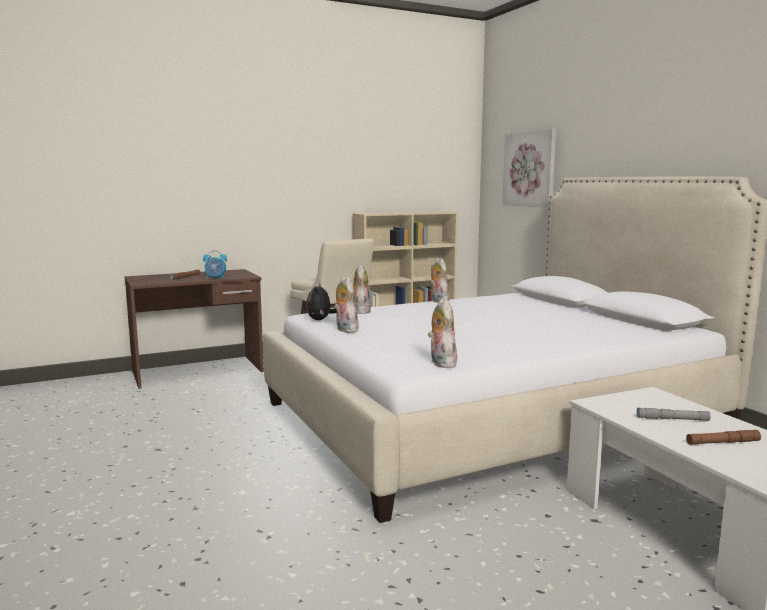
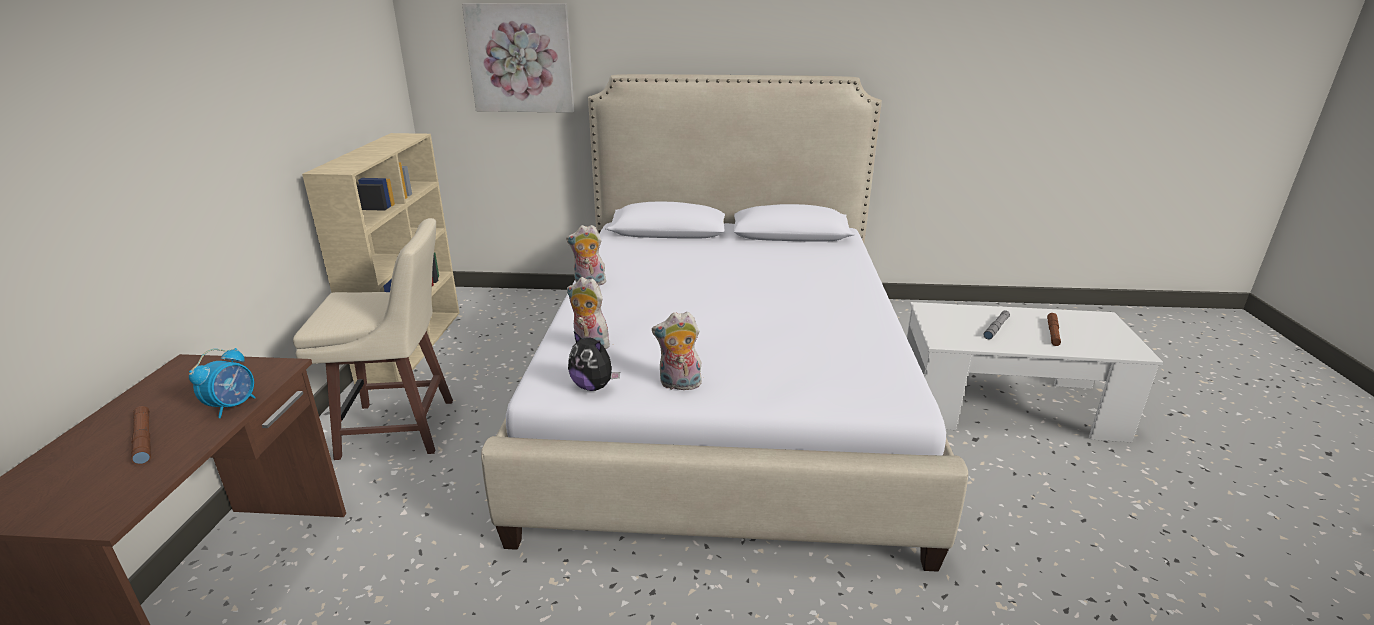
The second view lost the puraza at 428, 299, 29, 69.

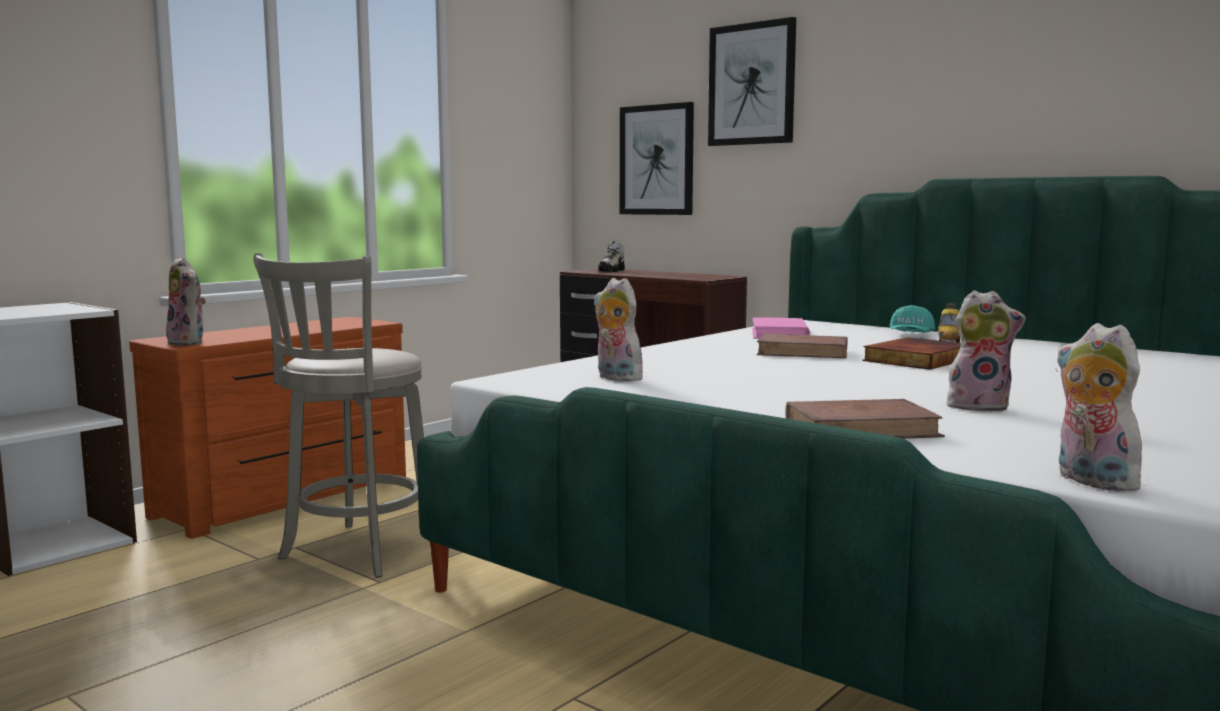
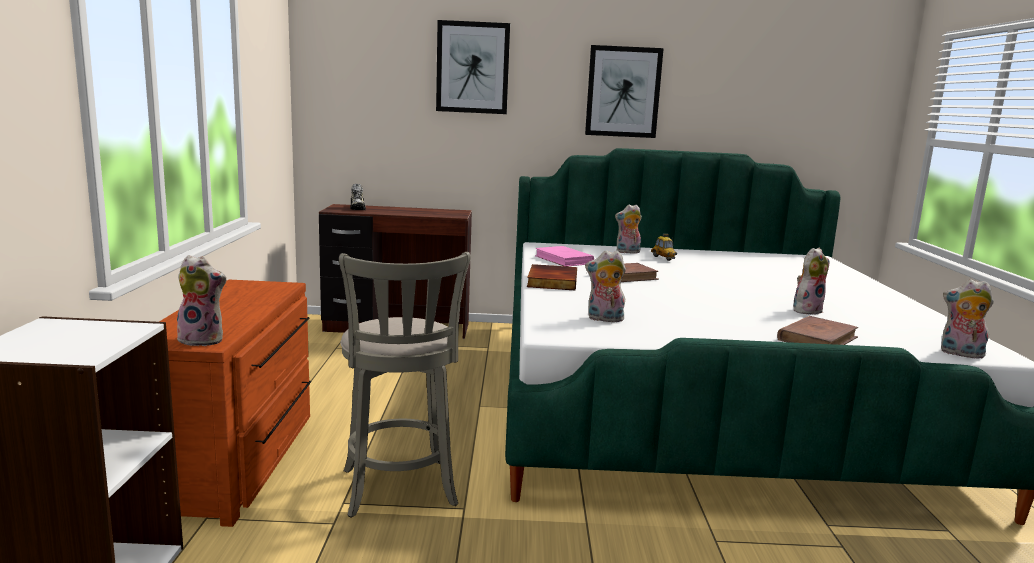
The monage ended up elsewhere, having gone from 620, 102, 74, 113 to 585, 45, 79, 93.
The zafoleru ended up elsewhere, having gone from 863, 337, 98, 33 to 527, 264, 50, 26.
Where the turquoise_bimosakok stood at 890, 305, 45, 28, the puraza came to stand at 615, 205, 27, 49.

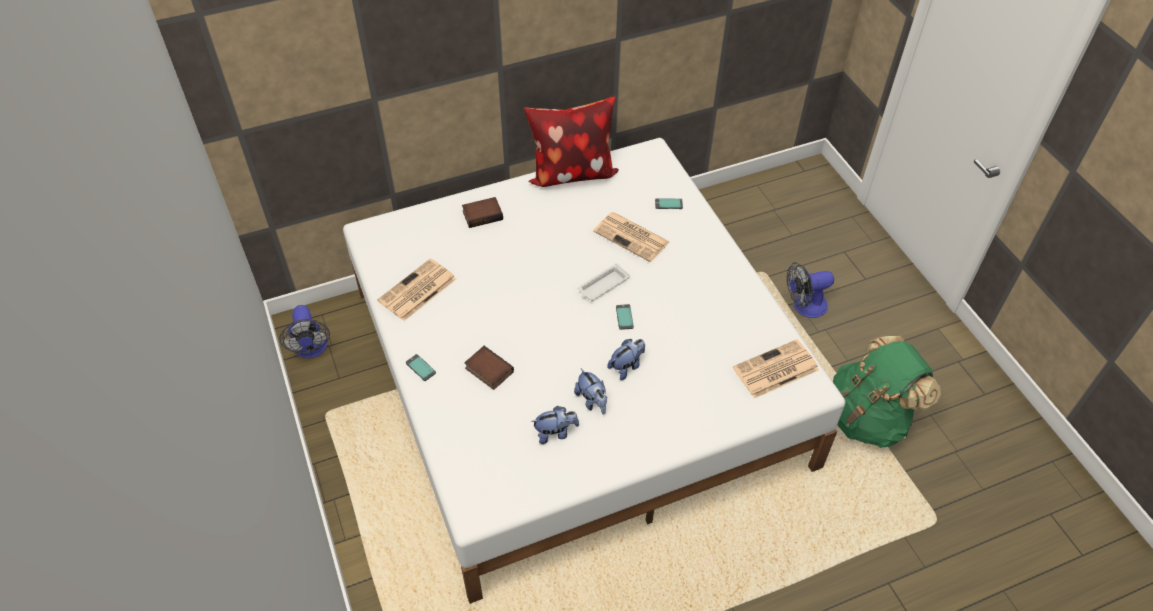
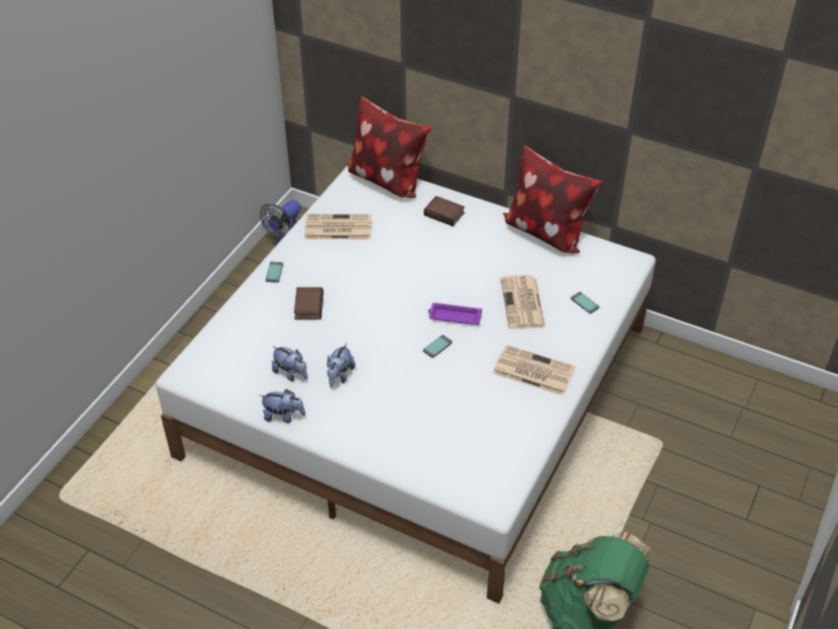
What was the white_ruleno at 578, 263, 52, 38 turned into the purple_ruleno at 428, 303, 54, 22.
The puraza ended up elsewhere, having gone from 607, 339, 38, 41 to 259, 389, 47, 34.
The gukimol ended up elsewhere, having gone from 733, 339, 86, 59 to 493, 345, 82, 51.
The second view lost the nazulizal at 787, 262, 47, 56.
The second view gained the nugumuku at 347, 96, 85, 102.

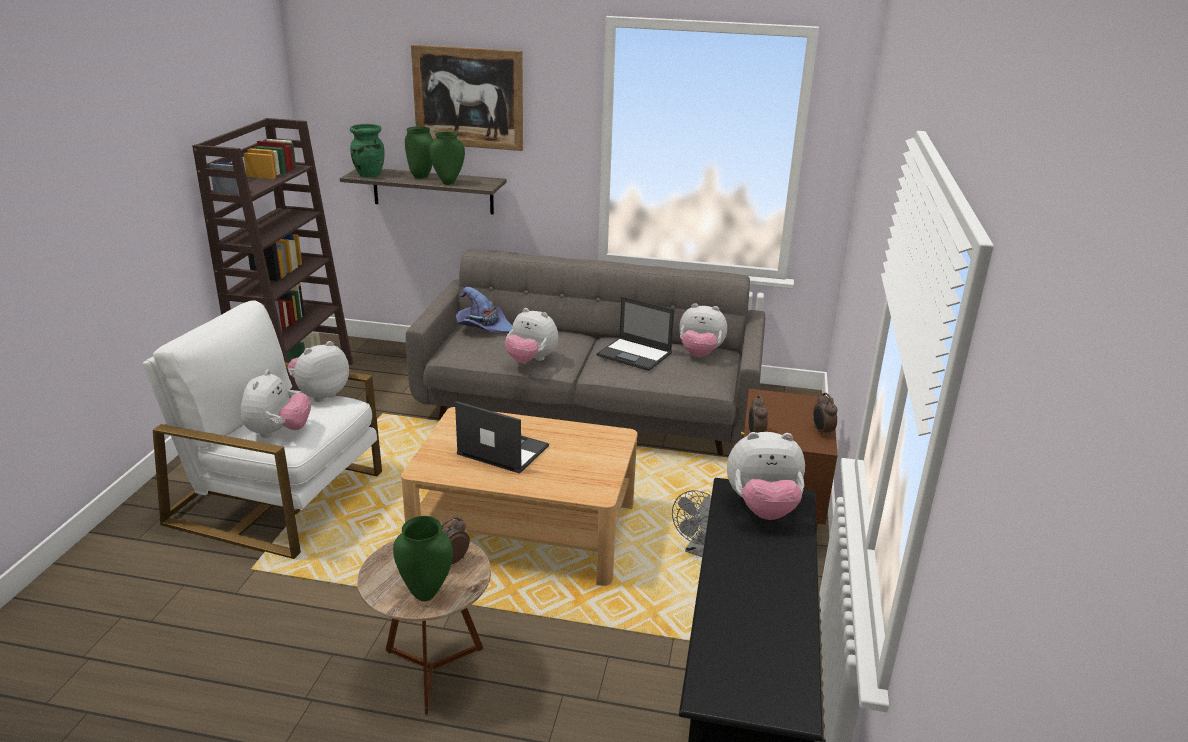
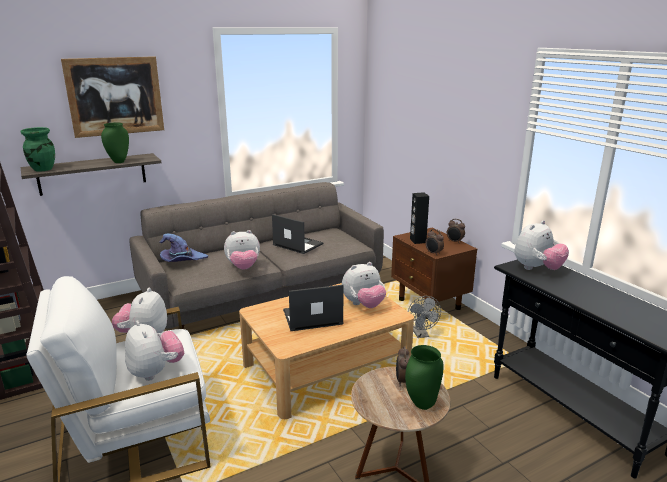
The second view lost the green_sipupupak at 405, 126, 28, 52.
The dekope at 597, 296, 77, 75 ended up facing another way, 135 degrees counterclockwise from before.
The puraza ended up elsewhere, having gone from 679, 303, 48, 54 to 342, 262, 44, 46.
The second view gained the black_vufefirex at 410, 192, 19, 52.

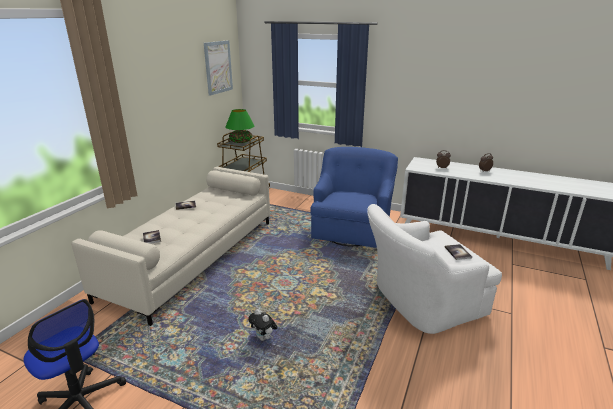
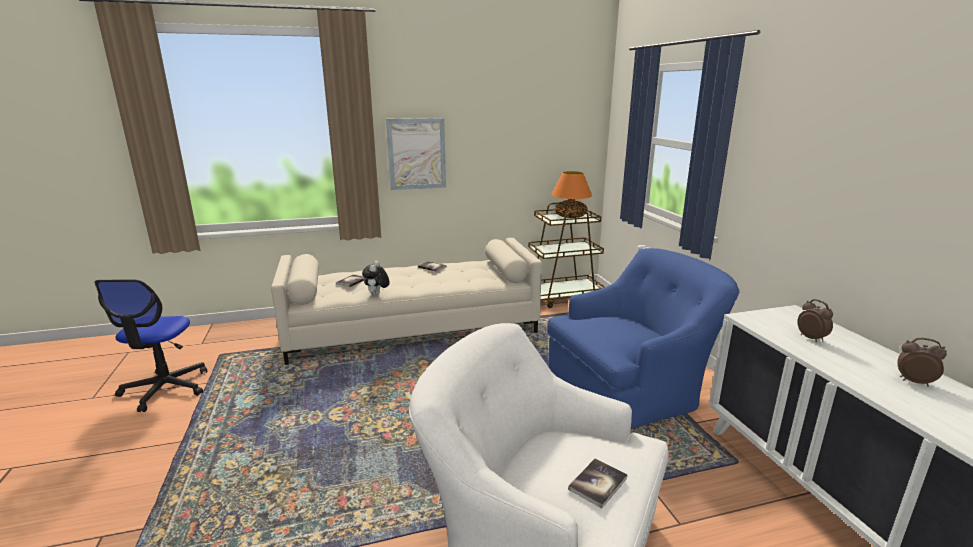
The monage ended up elsewhere, having gone from 204, 40, 29, 56 to 386, 118, 60, 72.
What was the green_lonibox at 225, 109, 30, 34 turned into the orange_lonibox at 551, 171, 41, 47.
The puraza ended up elsewhere, having gone from 248, 309, 30, 32 to 362, 260, 28, 36.

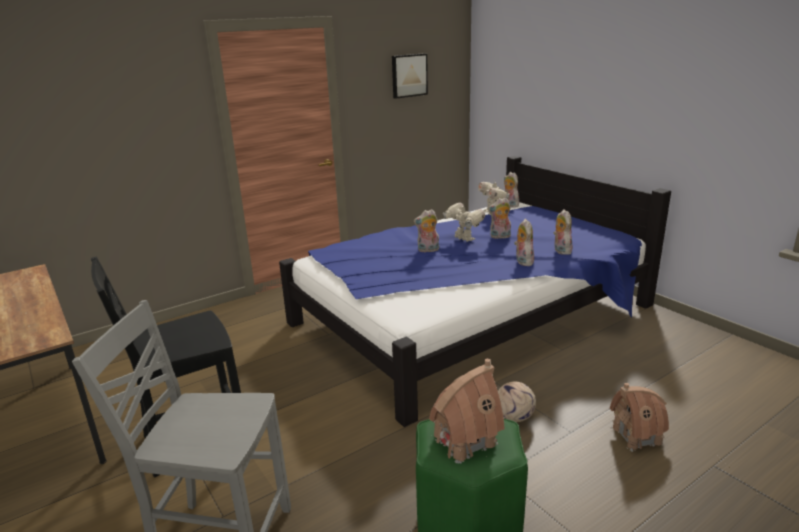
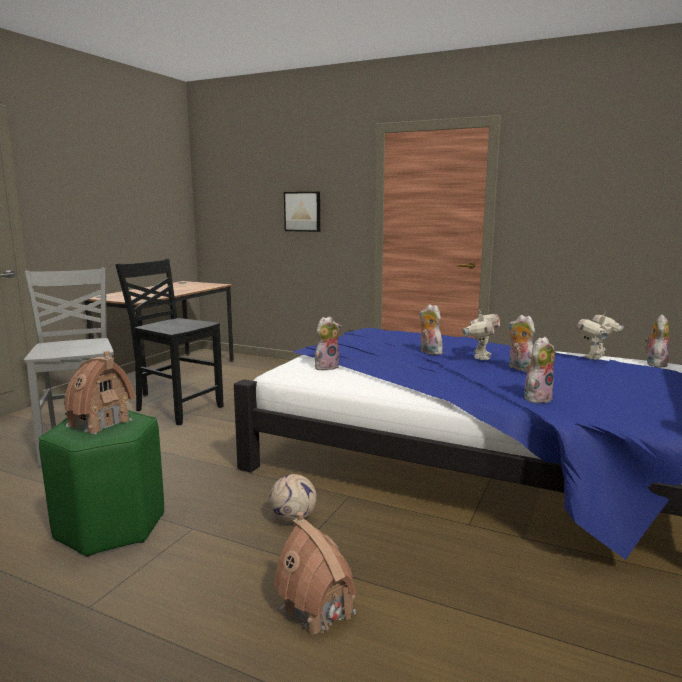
The monage ended up elsewhere, having gone from 392, 53, 36, 46 to 284, 192, 36, 40.
The puraza ended up elsewhere, having gone from 514, 219, 20, 47 to 315, 316, 27, 54.

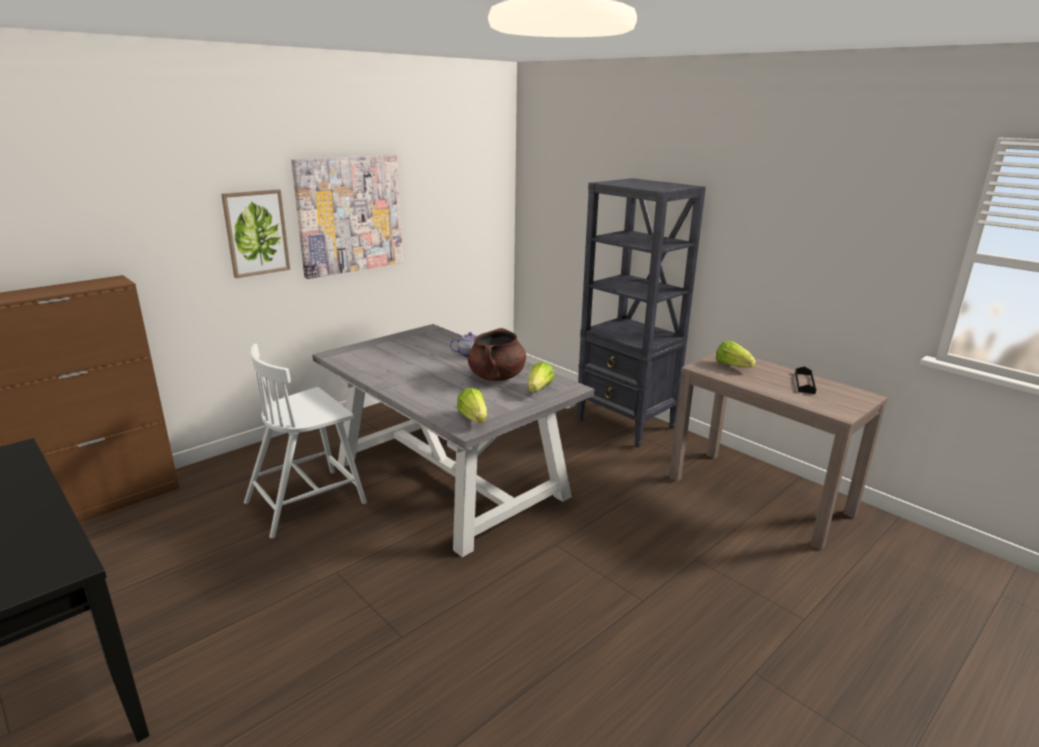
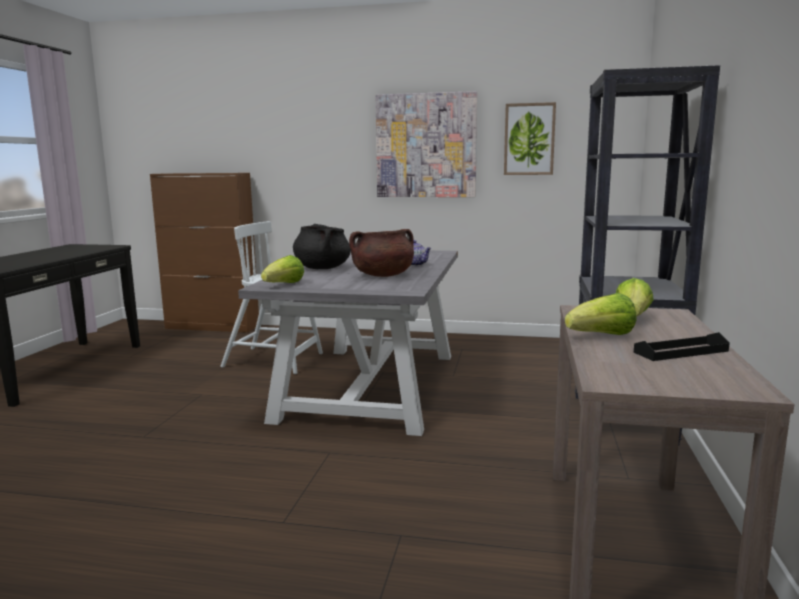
The monage ended up elsewhere, having gone from 221, 189, 69, 89 to 504, 102, 52, 73.
The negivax ended up elsewhere, having gone from 528, 362, 27, 31 to 565, 293, 72, 42.
The second view gained the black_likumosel at 293, 224, 58, 45.

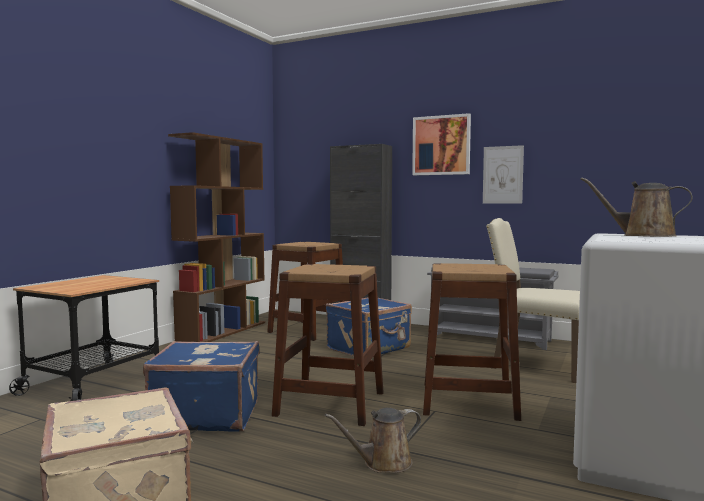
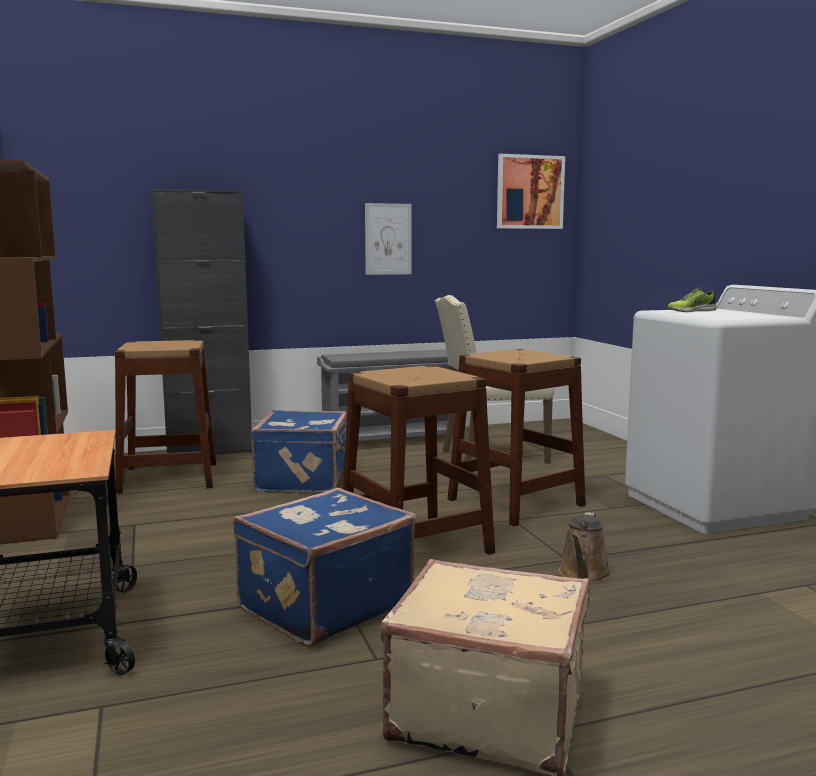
The monage ended up elsewhere, having gone from 412, 113, 59, 62 to 497, 154, 68, 75.
Where the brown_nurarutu stood at 581, 177, 111, 60, the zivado came to stand at 667, 287, 50, 25.

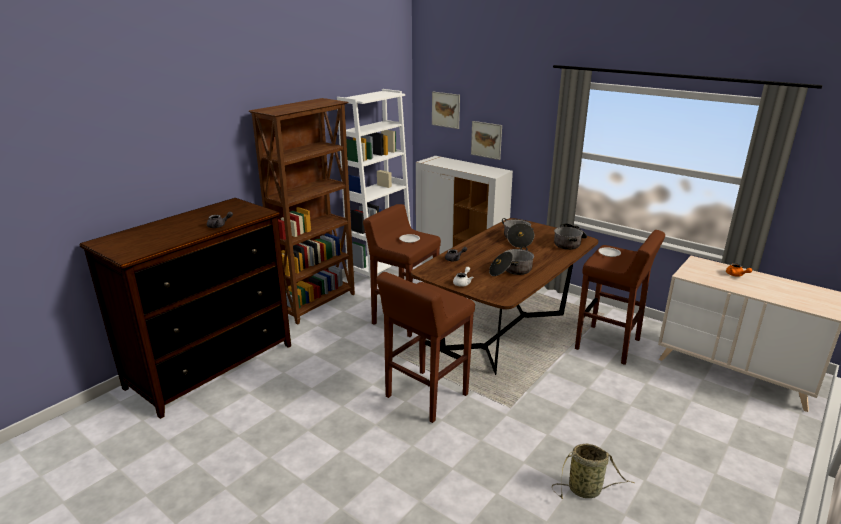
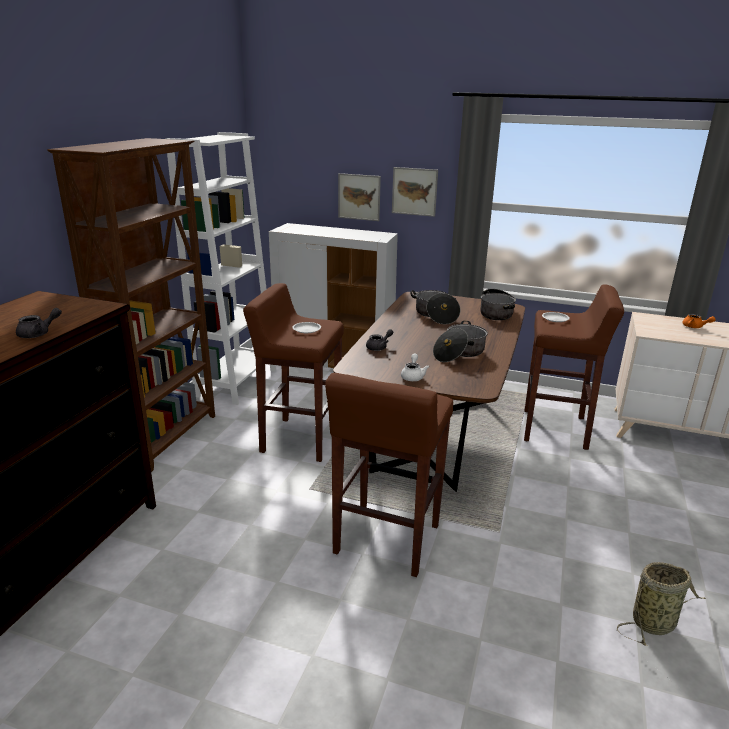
The monage ended up elsewhere, having gone from 432, 92, 28, 37 to 392, 167, 46, 50.

